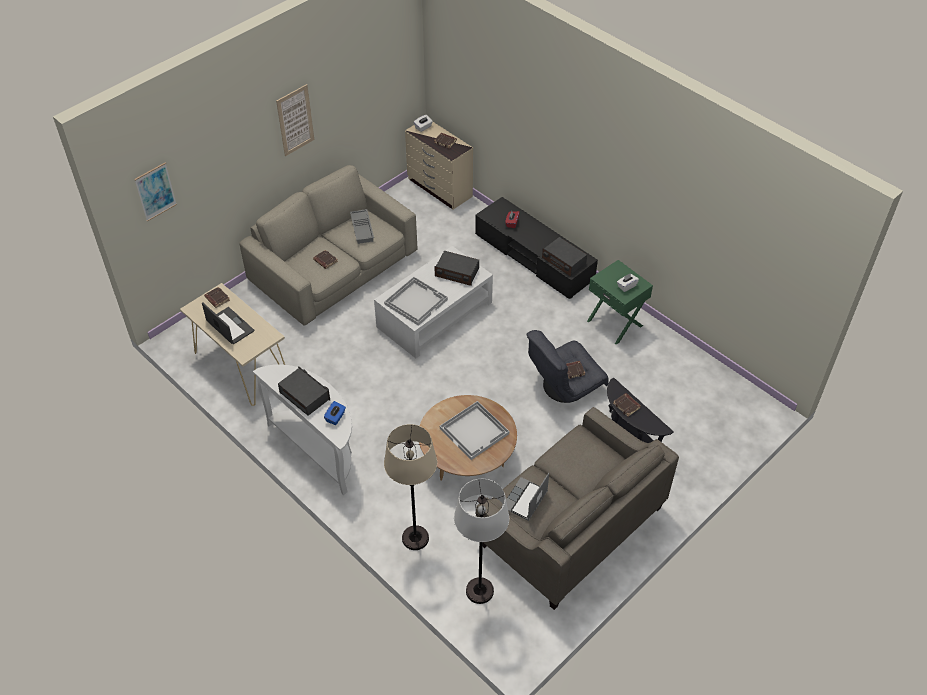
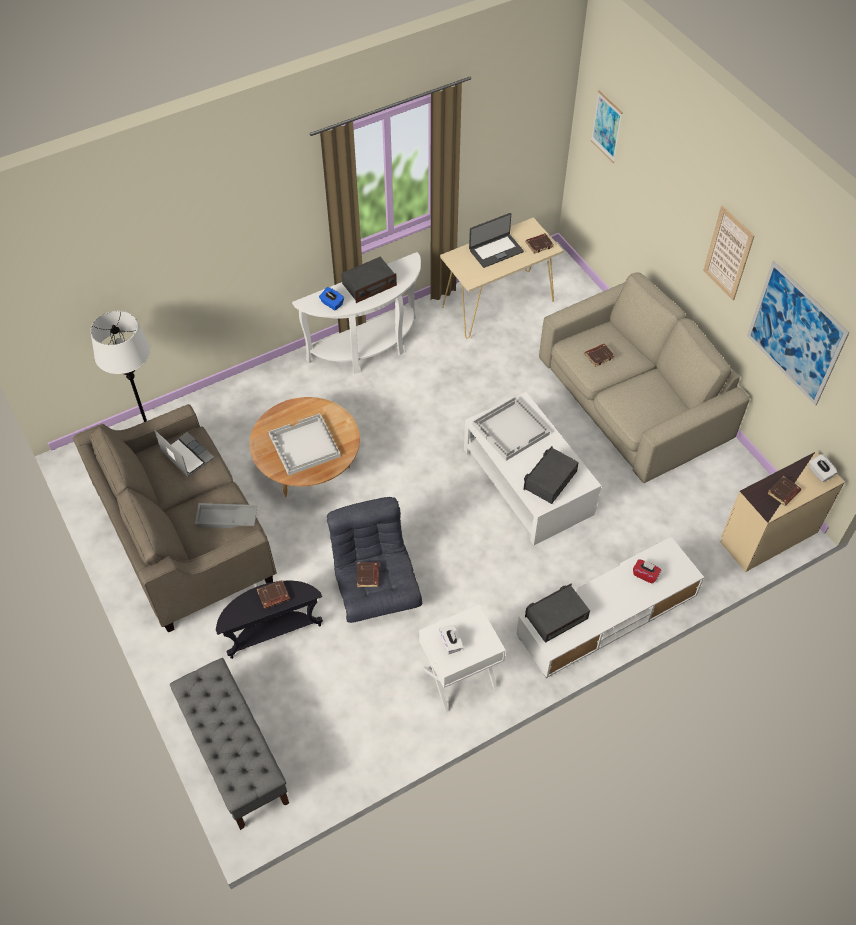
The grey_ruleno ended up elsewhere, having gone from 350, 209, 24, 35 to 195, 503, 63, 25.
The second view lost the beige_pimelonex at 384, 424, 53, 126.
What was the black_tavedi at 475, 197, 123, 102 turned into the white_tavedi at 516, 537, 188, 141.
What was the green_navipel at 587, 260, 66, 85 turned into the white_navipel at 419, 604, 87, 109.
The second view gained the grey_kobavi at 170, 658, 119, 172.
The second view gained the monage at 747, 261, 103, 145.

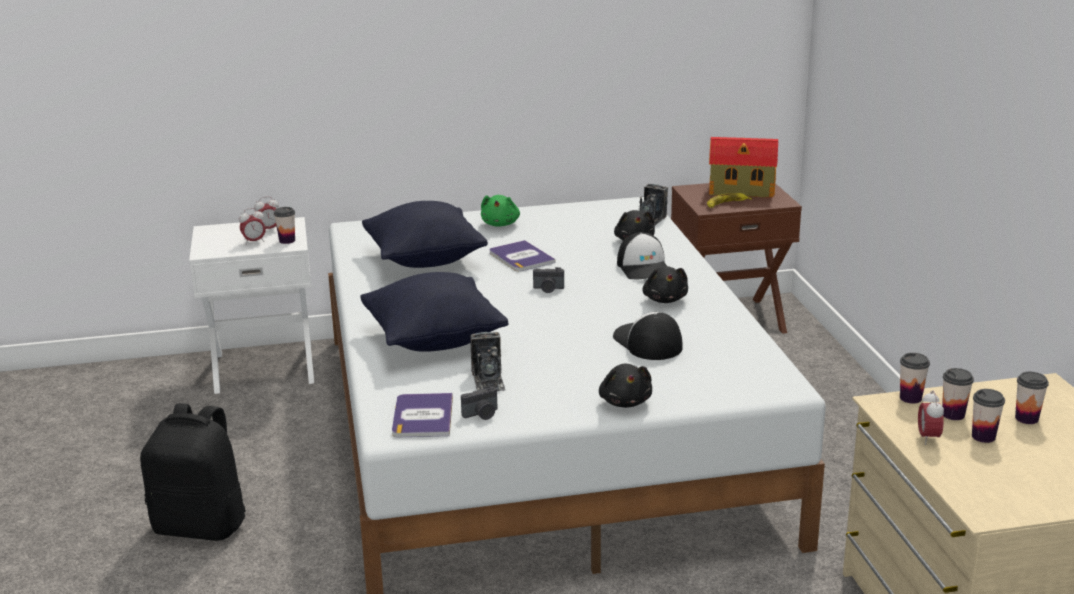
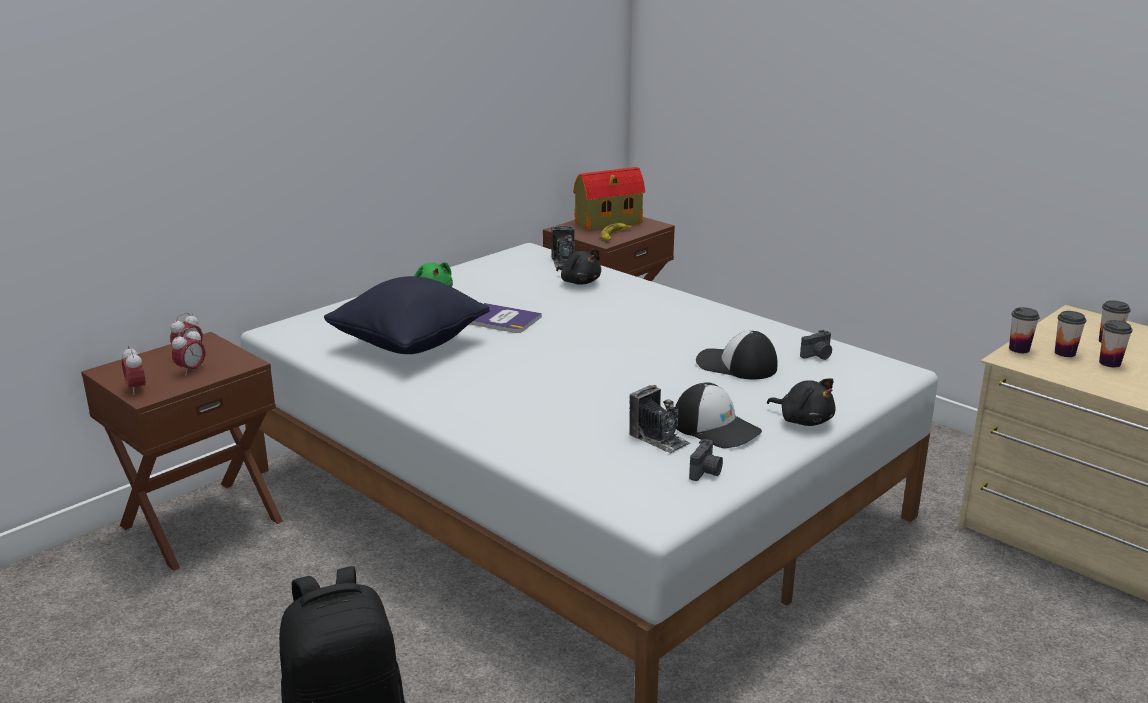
What was the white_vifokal at 189, 217, 125, 177 turned into the brown_vifokal at 81, 332, 202, 239.
The second view lost the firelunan at 274, 207, 21, 37.
The second view lost the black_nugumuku at 360, 272, 149, 80.
The second view lost the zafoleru at 392, 393, 61, 44.
The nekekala ended up elsewhere, having gone from 533, 267, 31, 26 to 800, 330, 32, 30.
The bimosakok ended up elsewhere, having gone from 617, 232, 50, 47 to 675, 383, 87, 65.
The second view lost the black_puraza at 643, 266, 45, 37.
The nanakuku ended up elsewhere, having gone from 918, 390, 26, 55 to 122, 345, 24, 50.

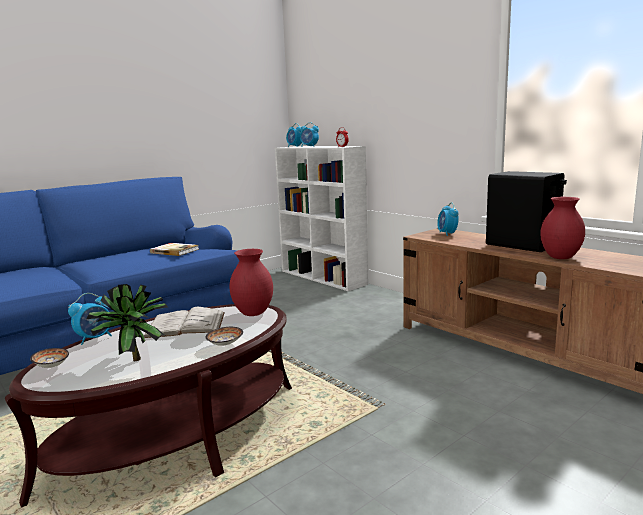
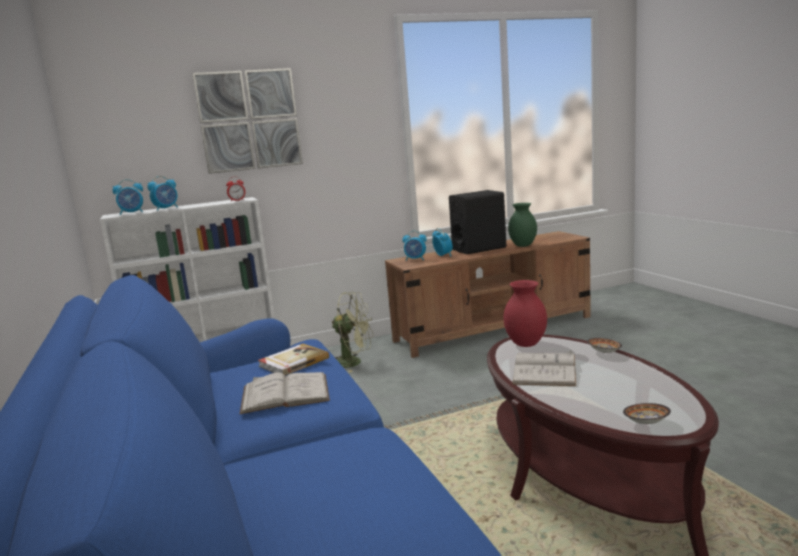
The nanakuku ended up elsewhere, having gone from 68, 293, 44, 52 to 432, 228, 21, 29.
The second view lost the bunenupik at 86, 284, 82, 78.
What was the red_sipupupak at 540, 197, 45, 62 turned into the green_sipupupak at 508, 203, 29, 44.
The second view gained the monage at 192, 68, 111, 106.
The second view gained the white_zafoleru at 240, 372, 90, 42.
The second view gained the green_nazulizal at 332, 292, 41, 81.

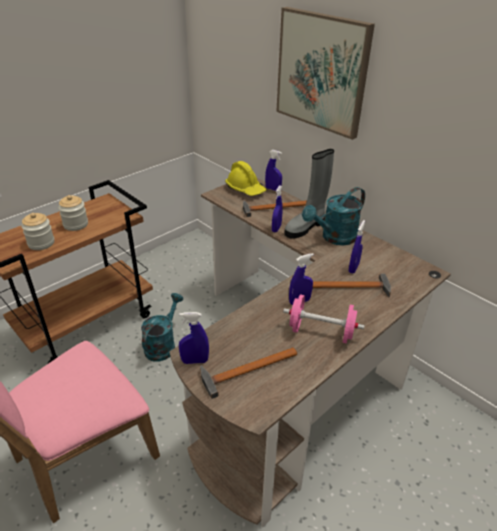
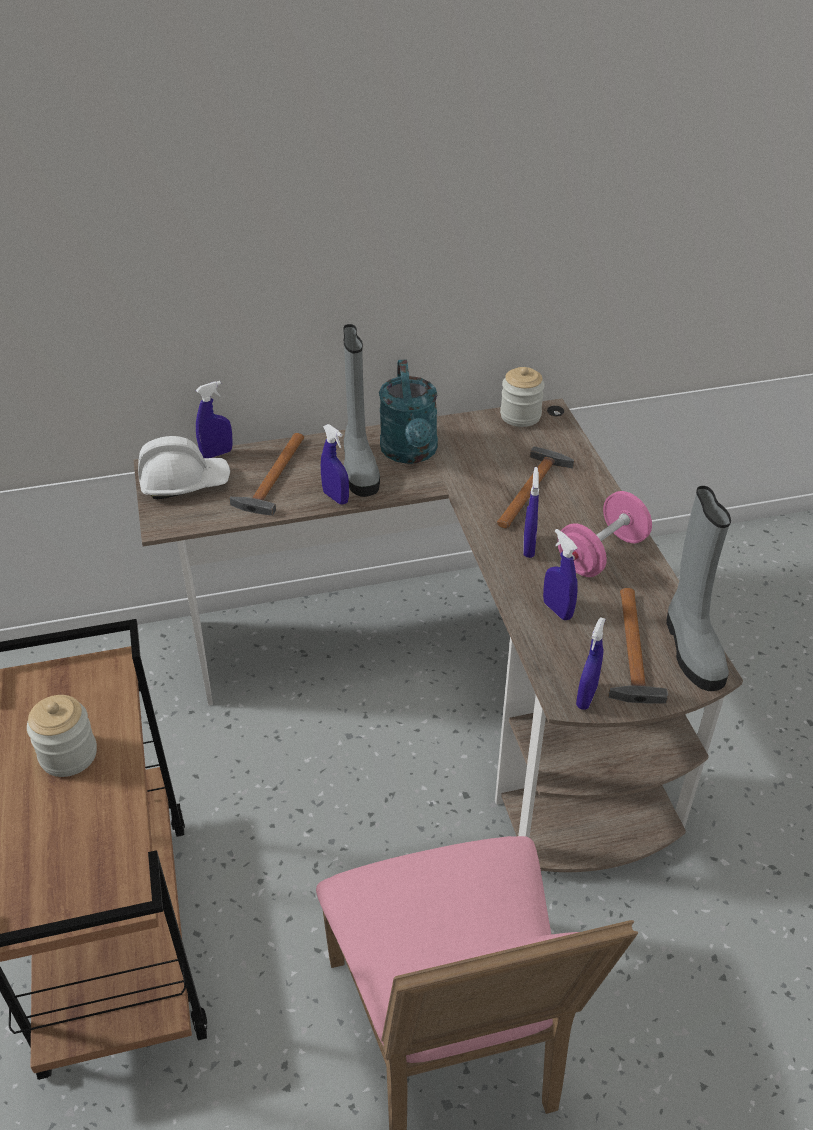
The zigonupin ended up elsewhere, having gone from 21, 213, 33, 37 to 500, 367, 45, 60.
The second view lost the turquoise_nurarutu at 141, 293, 42, 68.
What was the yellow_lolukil at 225, 161, 41, 35 turned into the white_lolukil at 138, 436, 92, 63.
The second view lost the monage at 276, 7, 99, 133.
The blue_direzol ended up elsewhere, having gone from 349, 220, 16, 54 to 543, 529, 35, 91.
The second view gained the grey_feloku at 666, 486, 65, 205.

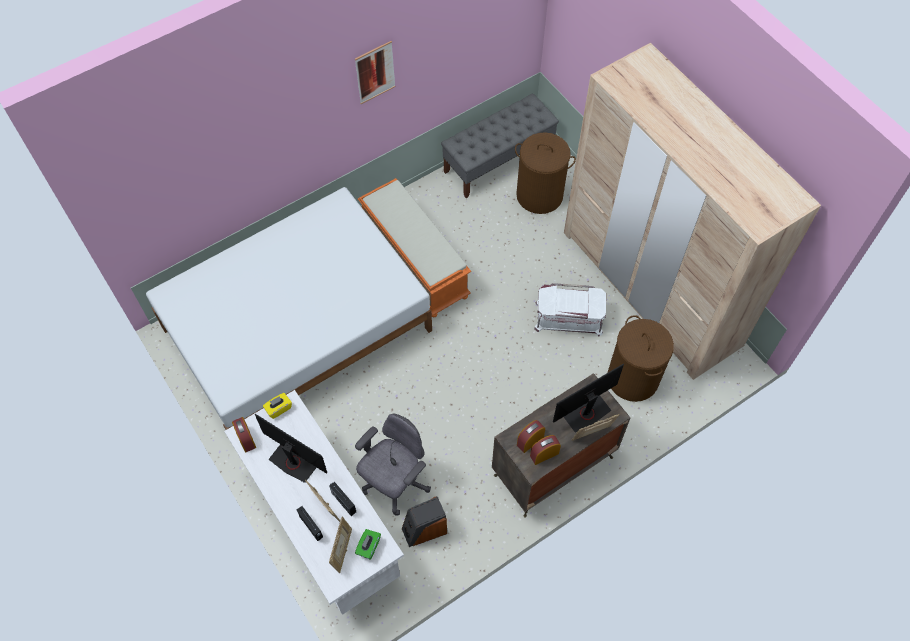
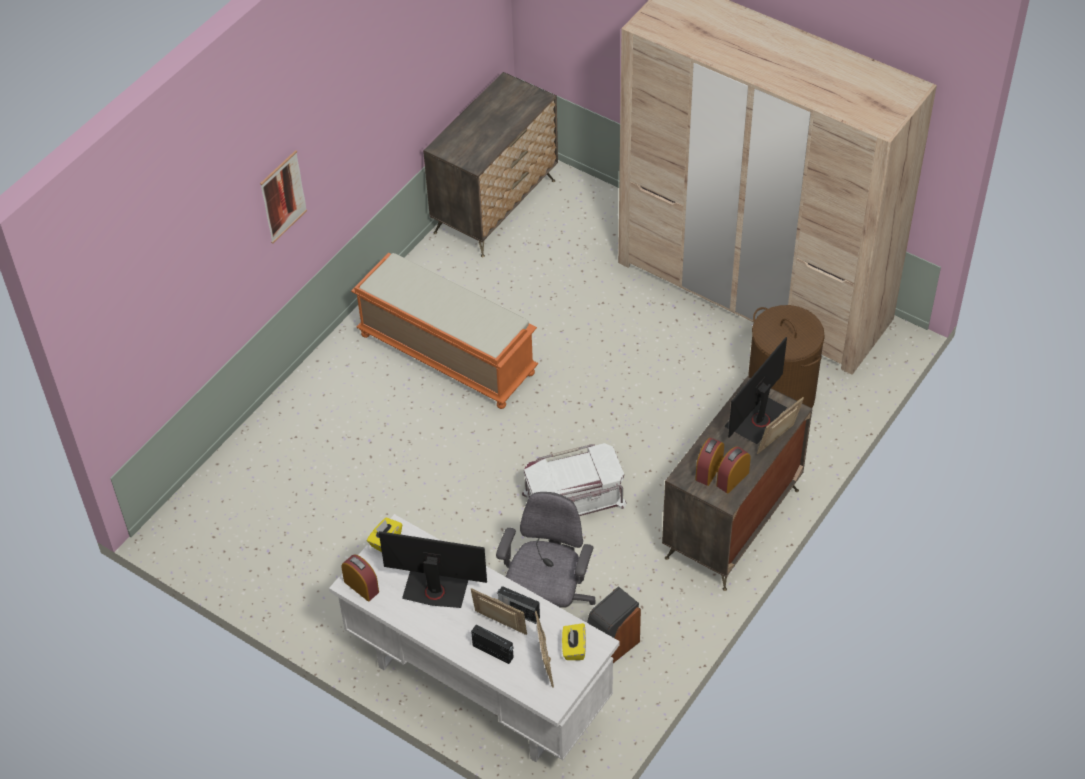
The second view lost the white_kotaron at 146, 187, 286, 243.
The monage ended up elsewhere, having gone from 355, 41, 40, 63 to 260, 150, 47, 94.
What was the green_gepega at 355, 529, 26, 30 turned into the yellow_gepega at 562, 623, 24, 37.
Where the grey_kobavi stood at 441, 93, 118, 105, the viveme came to stand at 423, 72, 135, 185.
The second view lost the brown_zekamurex at 515, 132, 61, 82.
The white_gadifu ended up elsewhere, having gone from 534, 283, 72, 53 to 522, 443, 105, 73.

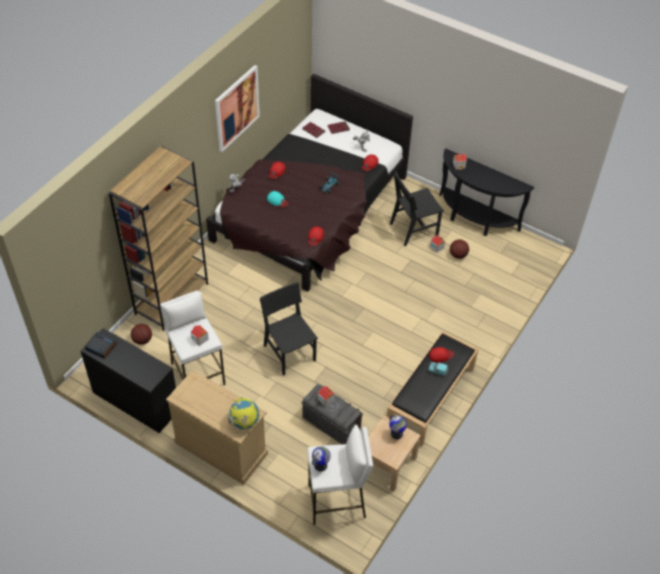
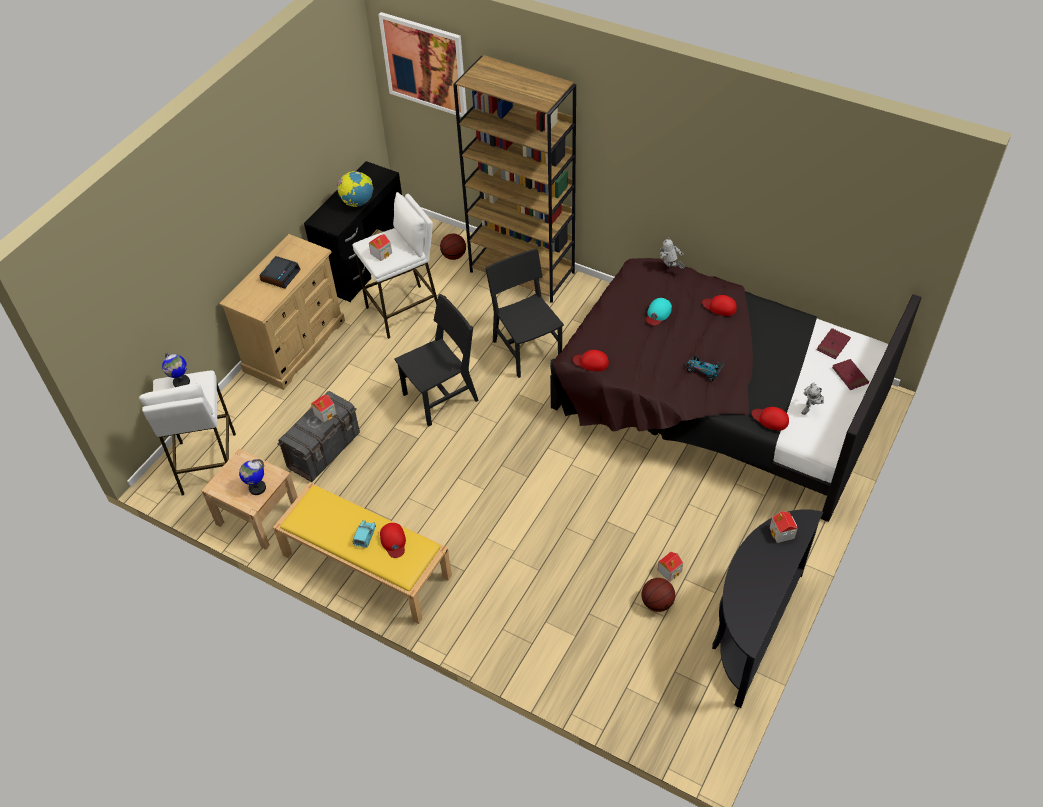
The nanakuku ended up elsewhere, having gone from 85, 332, 33, 27 to 259, 256, 42, 33.
The monage ended up elsewhere, having gone from 215, 65, 45, 87 to 378, 12, 89, 105.
The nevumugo ended up elsewhere, having gone from 228, 397, 31, 32 to 337, 171, 36, 36.
What was the black_kobavi at 387, 331, 92, 115 turned into the yellow_kobavi at 273, 483, 179, 141.
The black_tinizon ended up elsewhere, having gone from 390, 171, 54, 75 to 485, 248, 79, 130.

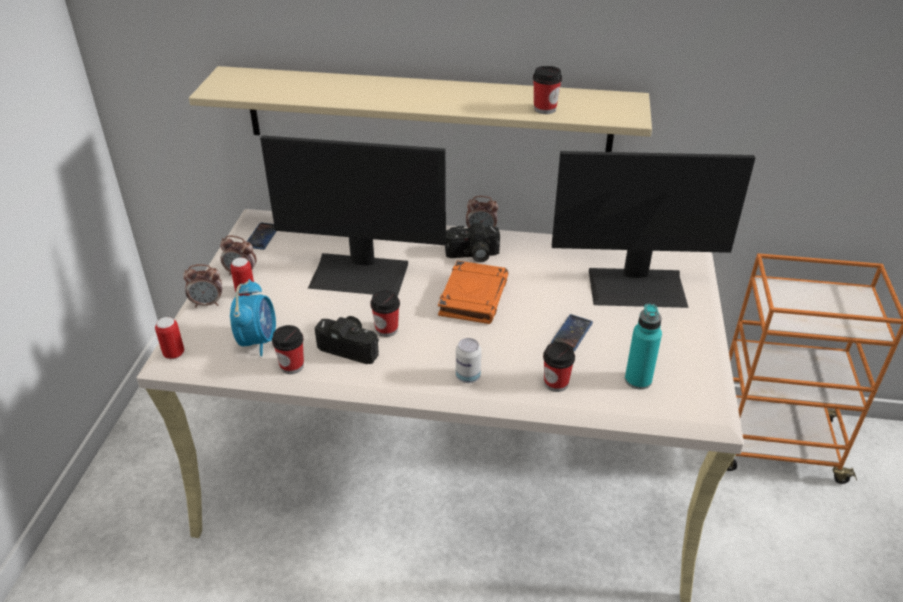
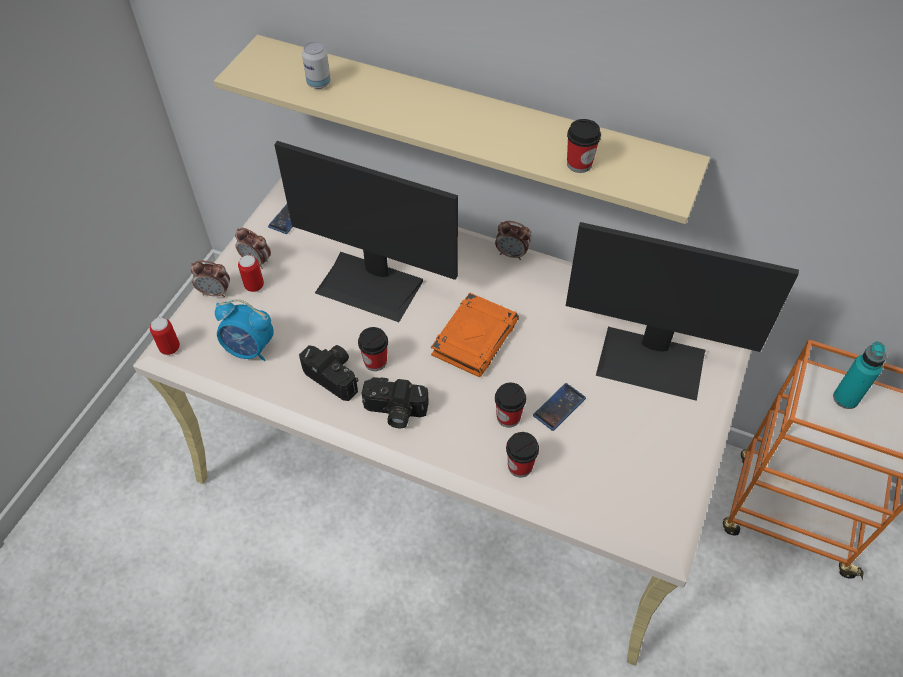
The nanakuku at 230, 279, 46, 77 ended up facing another way, 90 degrees clockwise from before.
The firelunan ended up elsewhere, having gone from 272, 325, 32, 49 to 495, 383, 31, 45.
The nekekala ended up elsewhere, having gone from 445, 223, 55, 39 to 362, 377, 67, 51.
The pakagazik ended up elsewhere, having gone from 456, 338, 25, 45 to 302, 42, 29, 47.
The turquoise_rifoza ended up elsewhere, having gone from 625, 304, 37, 86 to 833, 342, 54, 67.

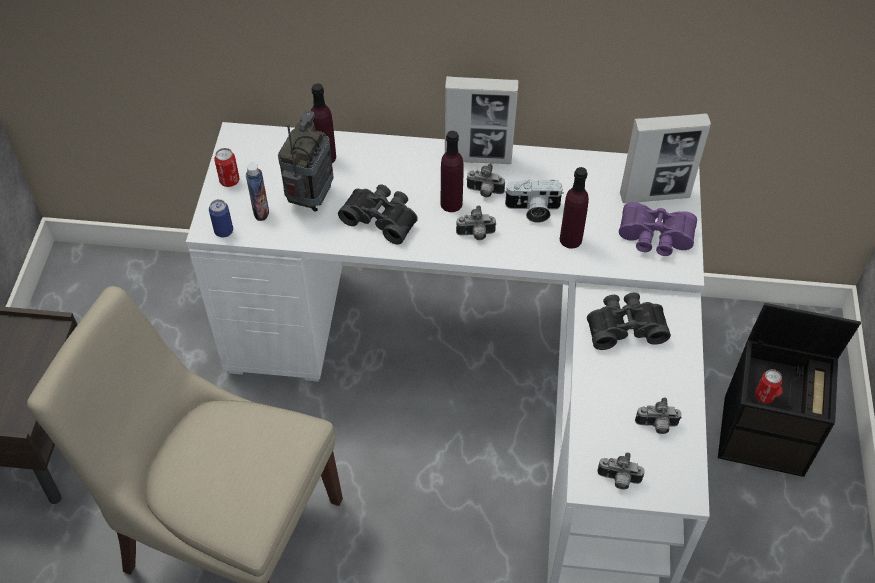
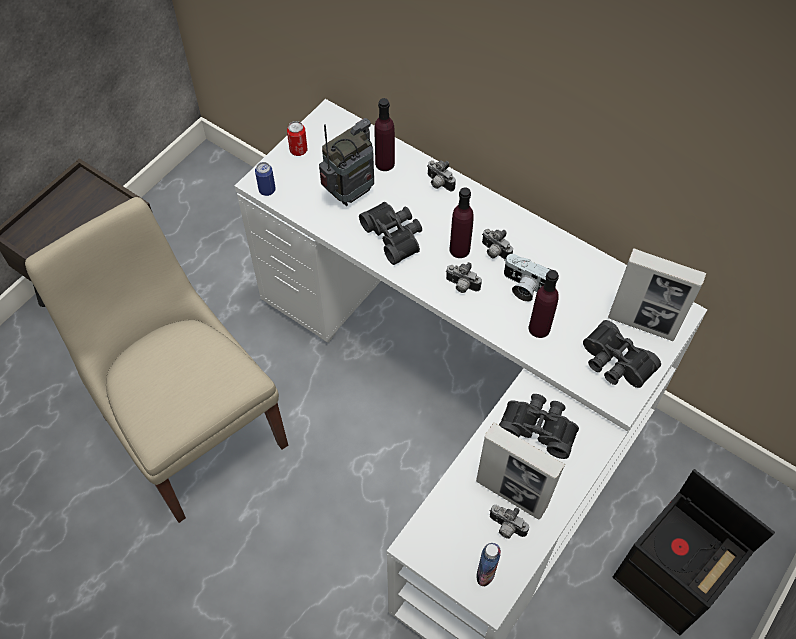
The rifoza ended up elsewhere, having gone from 246, 163, 23, 58 to 477, 543, 24, 43.
The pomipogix ended up elsewhere, having gone from 445, 76, 73, 88 to 476, 423, 89, 97.
The nekekala ended up elsewhere, having gone from 597, 452, 48, 37 to 427, 160, 29, 31.
What was the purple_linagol at 619, 202, 78, 54 turned into the black_linagol at 583, 320, 78, 68.
The second view lost the pakagazik at 755, 369, 27, 35.

